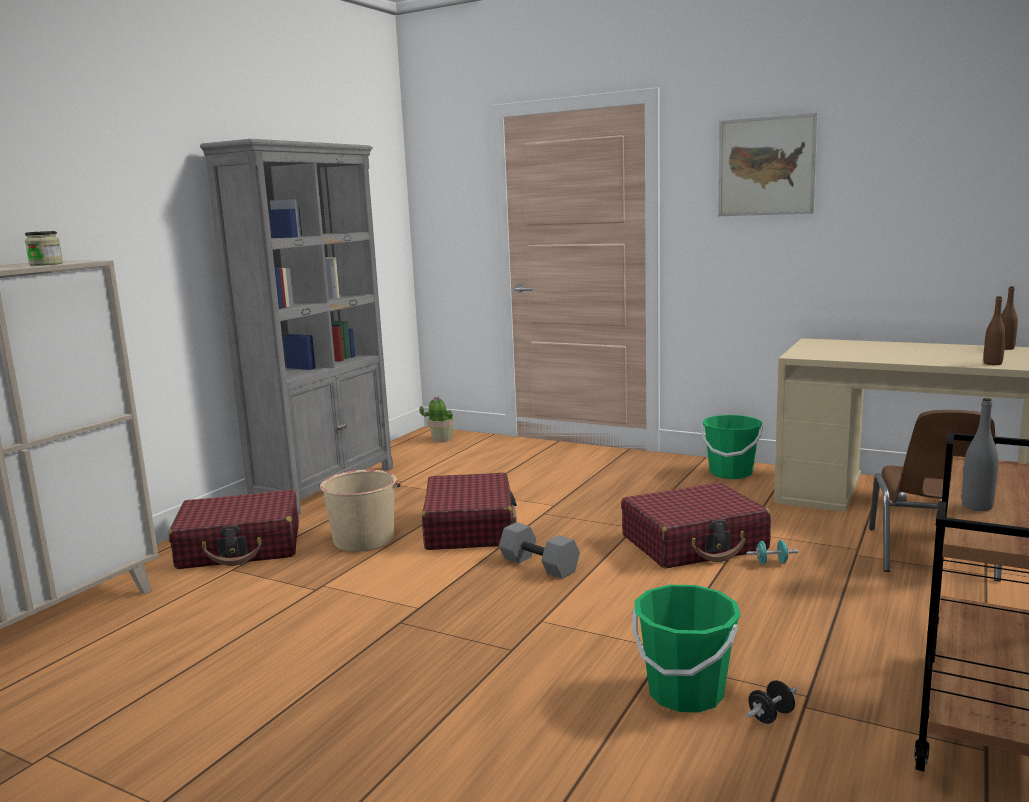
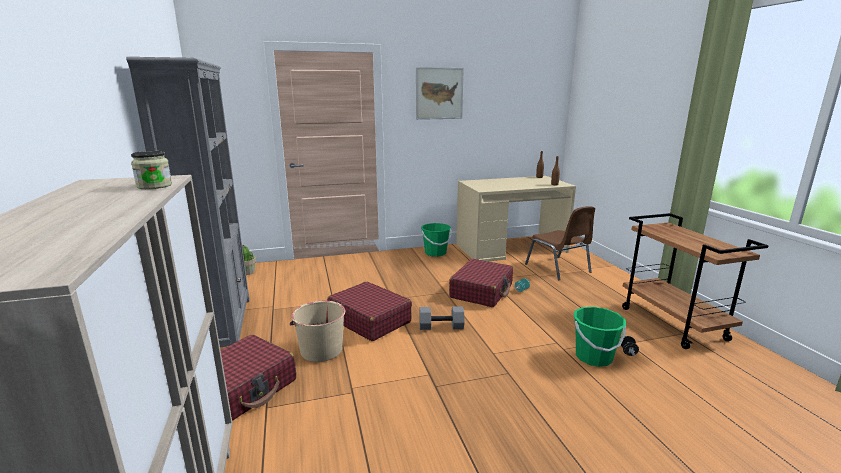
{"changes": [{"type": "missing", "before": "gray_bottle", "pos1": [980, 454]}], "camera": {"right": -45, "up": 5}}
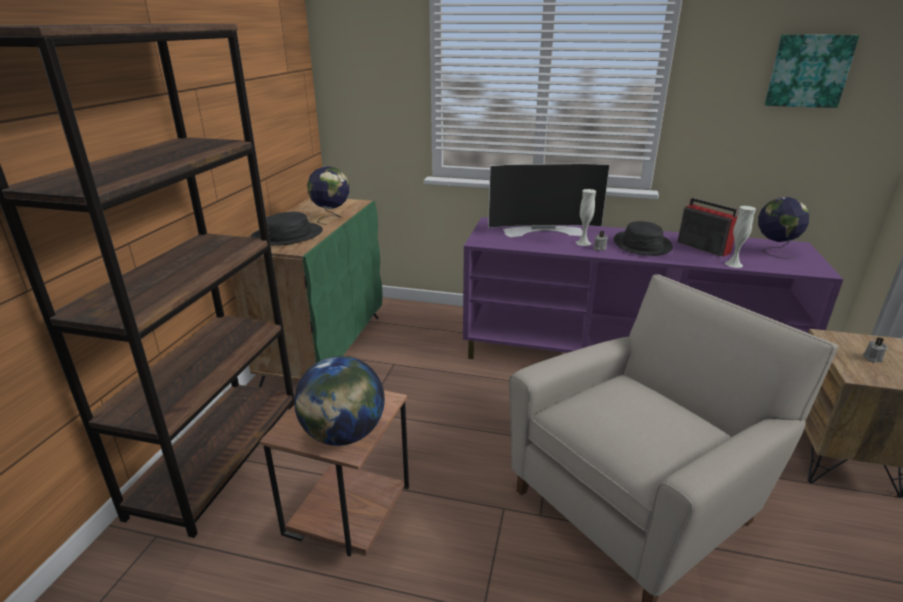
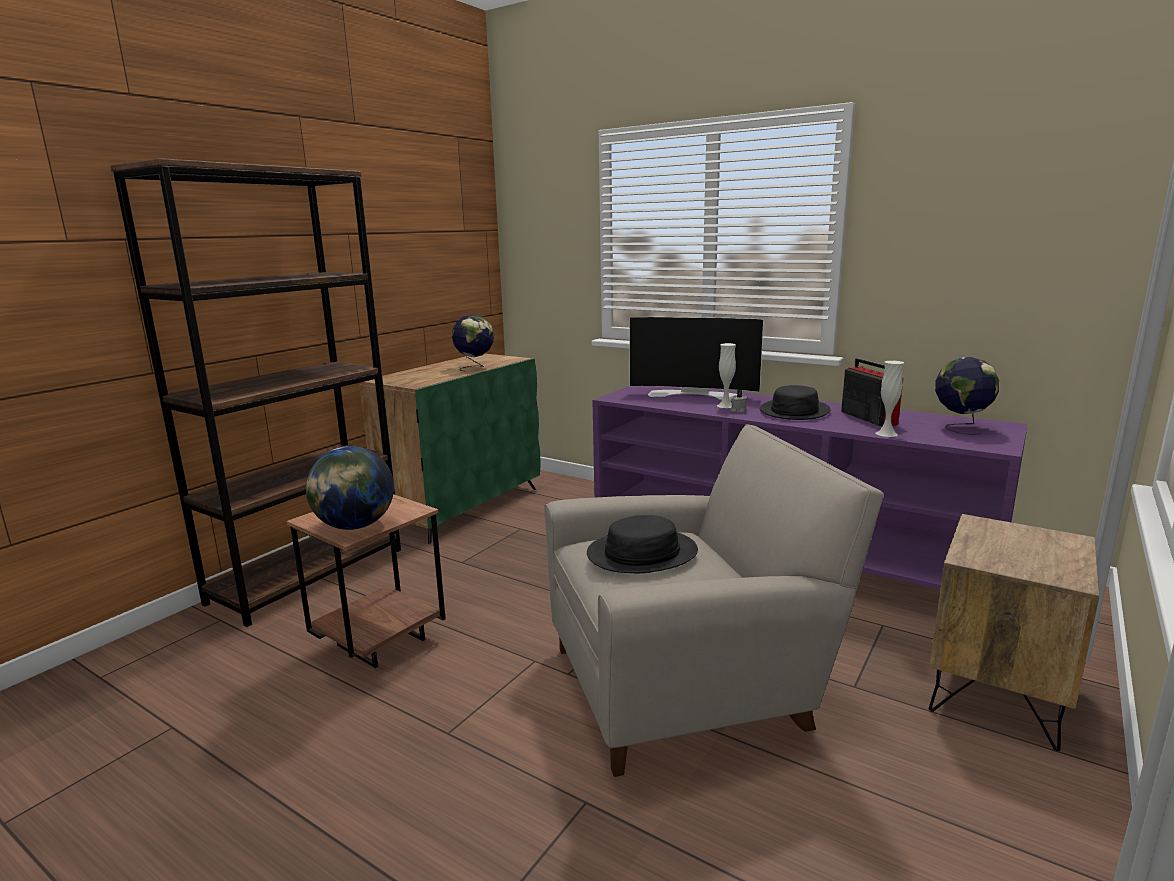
{"changes": [{"type": "relocated", "before": "black_wearable_hat", "pos1": [286, 229], "pos2": [642, 544]}, {"type": "missing", "before": "wall_art", "pos1": [812, 71]}, {"type": "missing", "before": "gray_wax_candle", "pos1": [875, 350]}], "camera": {"right": 20, "up": -10}}
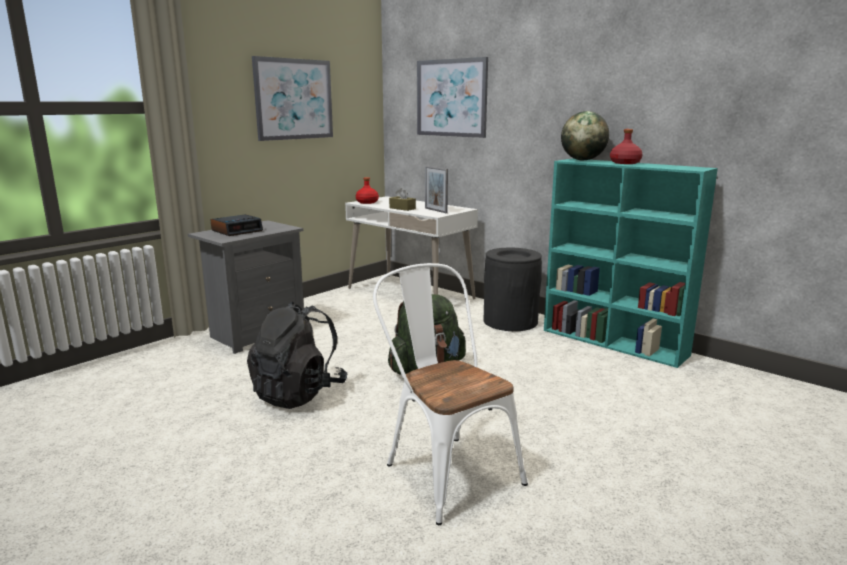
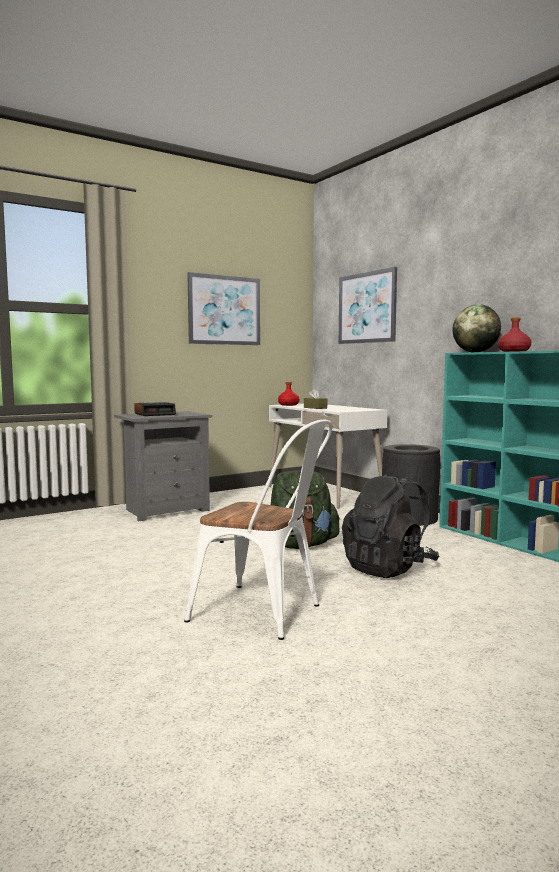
{"changes": [{"type": "spun", "before": "white-coloured_upright_chair", "pos1": [450, 394], "pos2": [258, 530], "turn": 135}, {"type": "relocated", "before": "black_rucksack", "pos1": [297, 355], "pos2": [390, 526]}, {"type": "missing", "before": "picture_frame", "pos1": [436, 189]}], "camera": {"right": 15, "up": -10}}
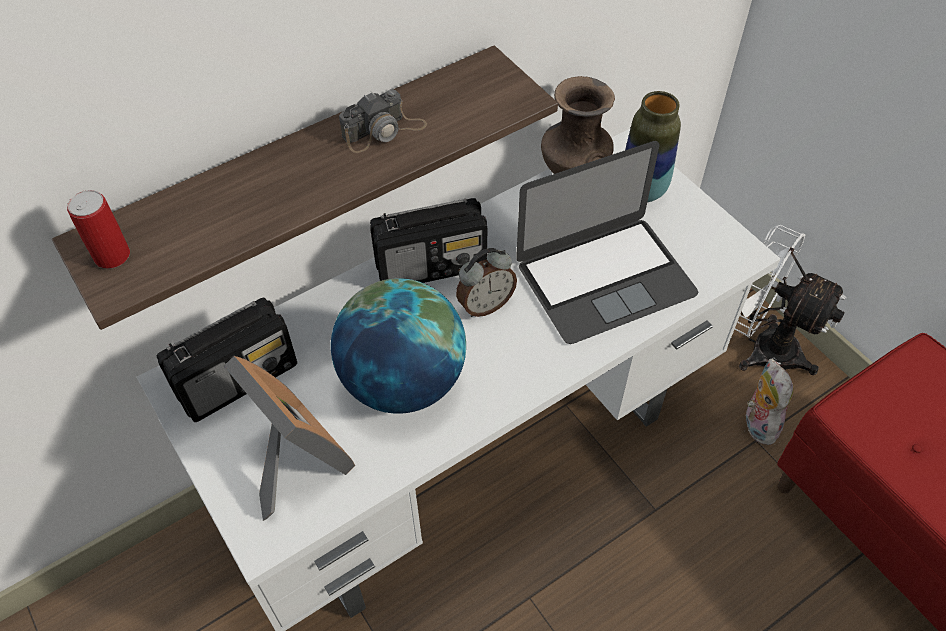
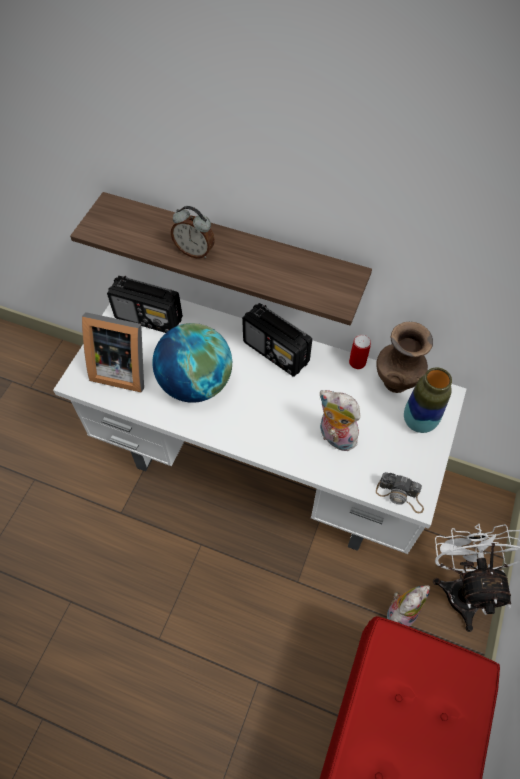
{"changes": [{"type": "spun", "before": "picture_frame", "pos1": [289, 438], "pos2": [113, 352], "turn": 90}, {"type": "relocated", "before": "alarm_clock", "pos1": [486, 282], "pos2": [193, 232]}, {"type": "exchanged", "before": "laptop", "after": "cuddly_toy", "pos1": [607, 242], "pos2": [340, 420]}, {"type": "relocated", "before": "can", "pos1": [98, 229], "pos2": [360, 352]}, {"type": "relocated", "before": "photo_camera", "pos1": [383, 121], "pos2": [400, 492]}], "camera": {"right": 55, "up": 5}}
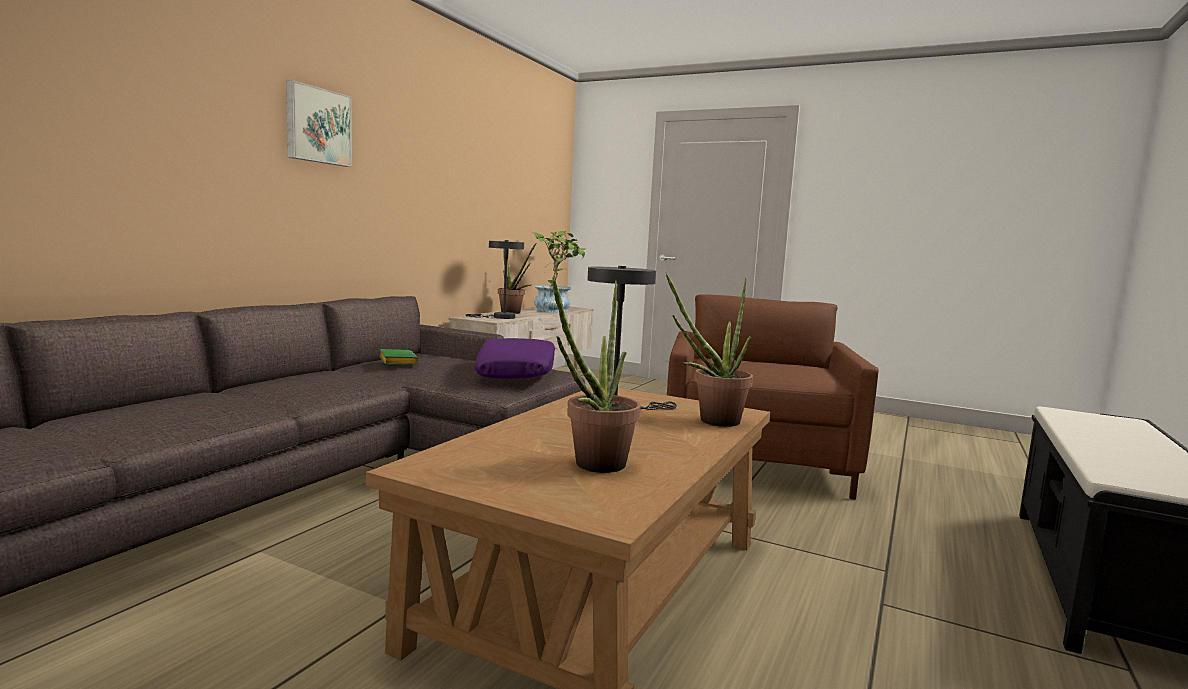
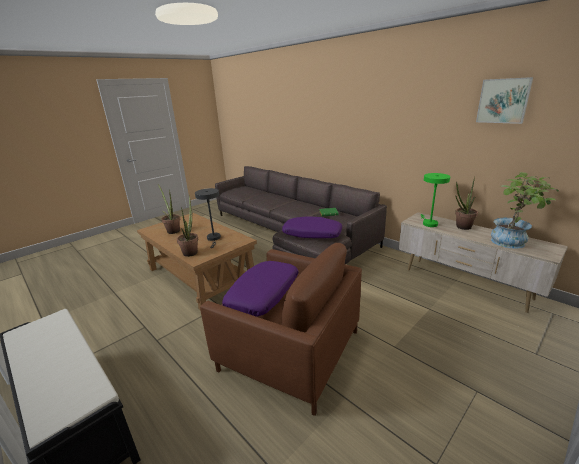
{"changes": [{"type": "appeared", "after": "purple-coloured_throw_pillow", "pos2": [260, 289]}, {"type": "colour", "before": "gray_lamp_for_a_table", "after": "greenish_lamp_for_a_table", "pos1": [495, 279], "pos2": [435, 200]}, {"type": "relocated", "before": "wall_art", "pos1": [319, 123], "pos2": [504, 100]}], "camera": {"right": 110, "up": 15}}
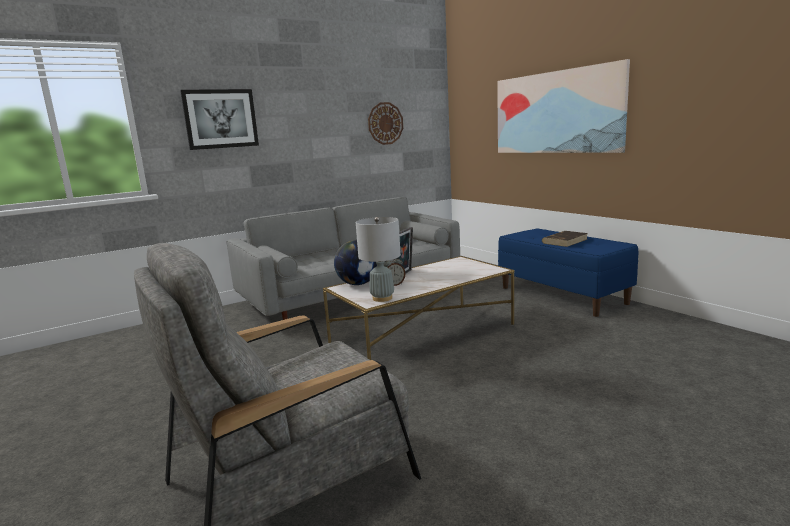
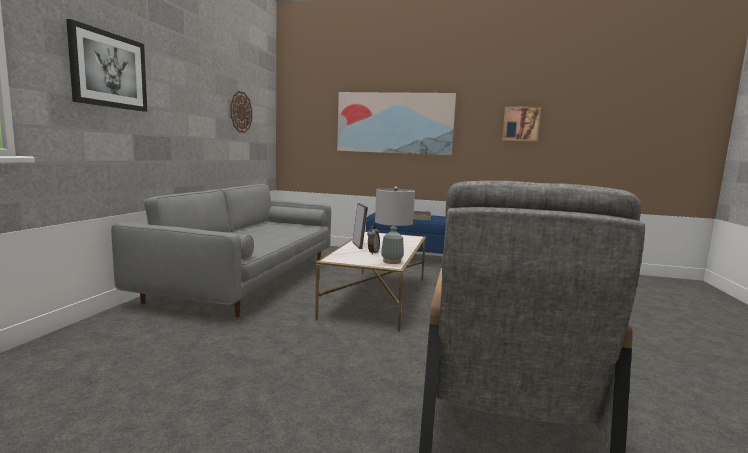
{"changes": [{"type": "appeared", "after": "wall_art", "pos2": [521, 124]}, {"type": "missing", "before": "globe", "pos1": [355, 262]}], "camera": {"right": -45, "up": -5}}
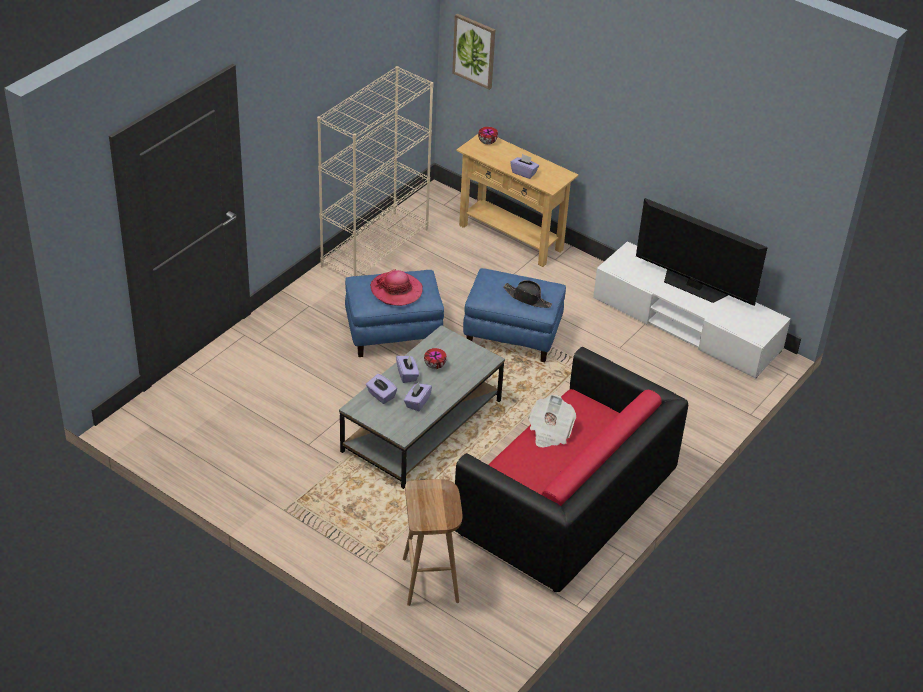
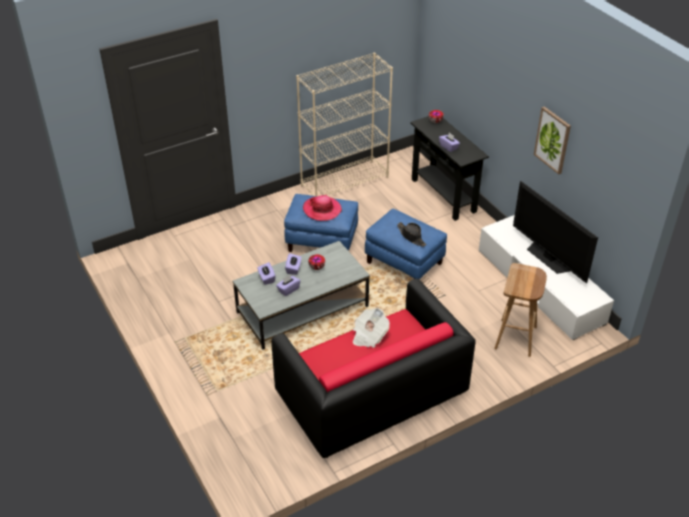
{"changes": [{"type": "colour", "before": "beige-coloured_hall_table", "after": "black_hall_table", "pos1": [517, 200], "pos2": [449, 168]}, {"type": "relocated", "before": "brown_sitting_stool", "pos1": [432, 542], "pos2": [520, 310]}, {"type": "relocated", "before": "wall_art", "pos1": [473, 51], "pos2": [552, 140]}], "camera": {"right": 25, "up": 0}}
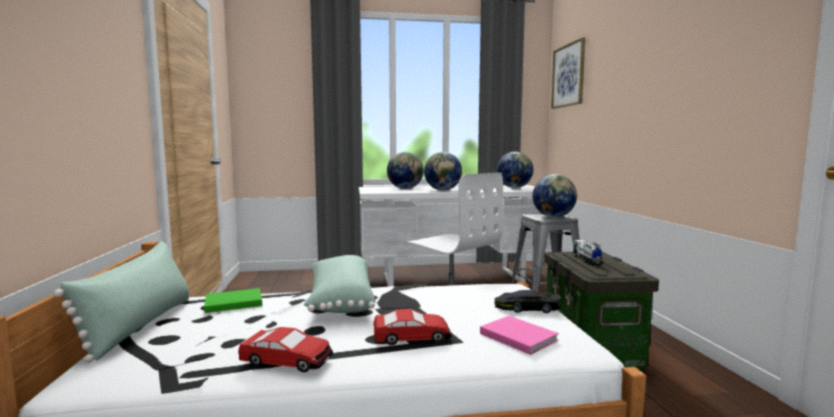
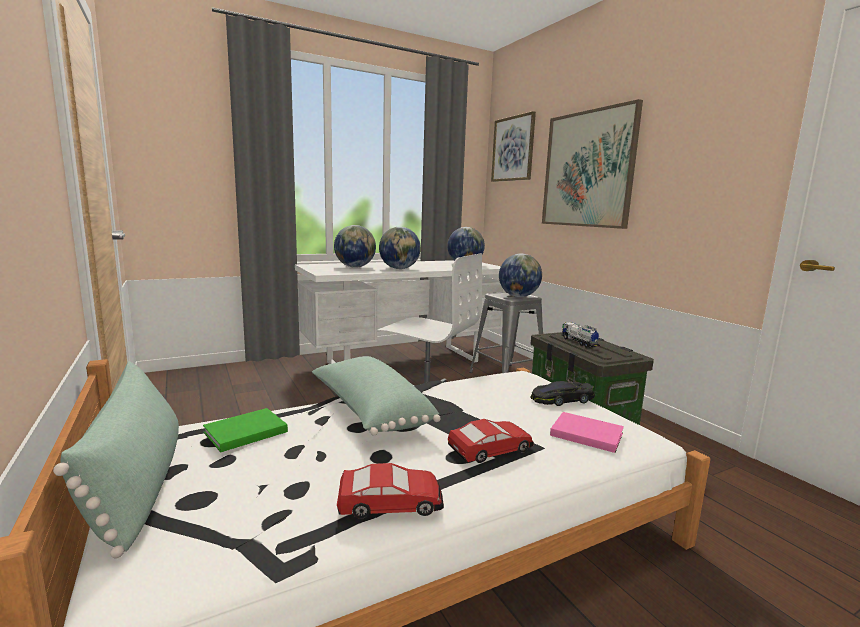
{"changes": [{"type": "appeared", "after": "wall_art", "pos2": [592, 164]}], "camera": {"right": -20, "up": 5}}
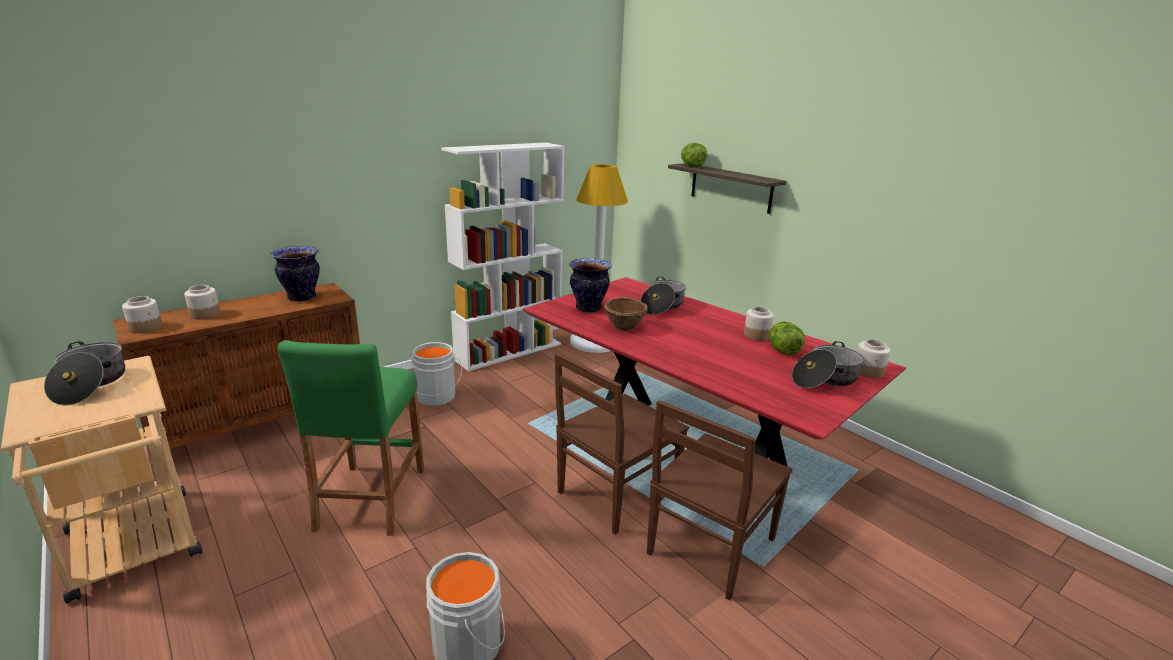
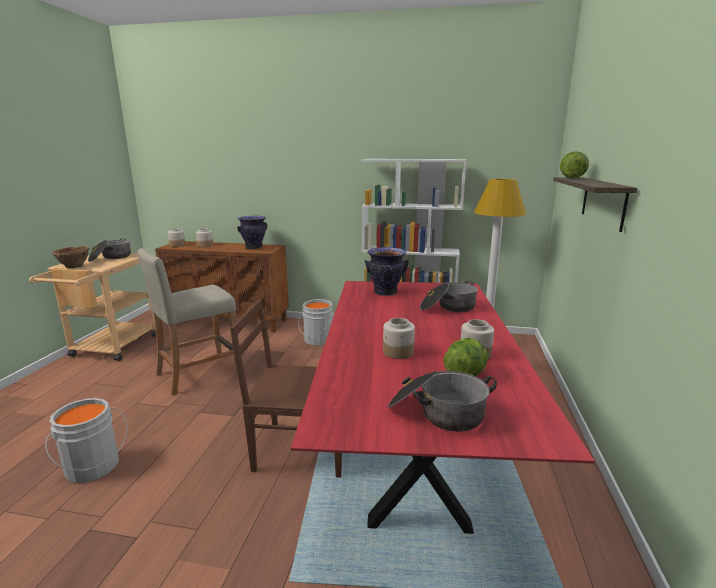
{"changes": [{"type": "relocated", "before": "brown_deep_dish", "pos1": [626, 314], "pos2": [70, 257]}, {"type": "colour", "before": "greenish_sitting_stool", "after": "beige-coloured_sitting_stool", "pos1": [351, 438], "pos2": [187, 321]}, {"type": "relocated", "before": "preserve_jar", "pos1": [874, 358], "pos2": [399, 338]}, {"type": "missing", "before": "brown_upright_chair", "pos1": [719, 500]}], "camera": {"right": 50, "up": -5}}
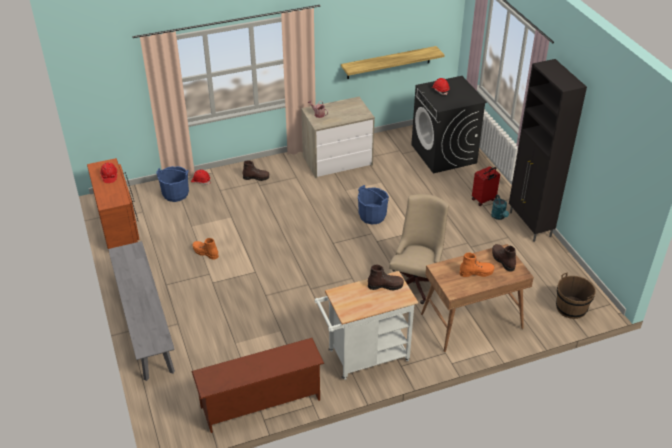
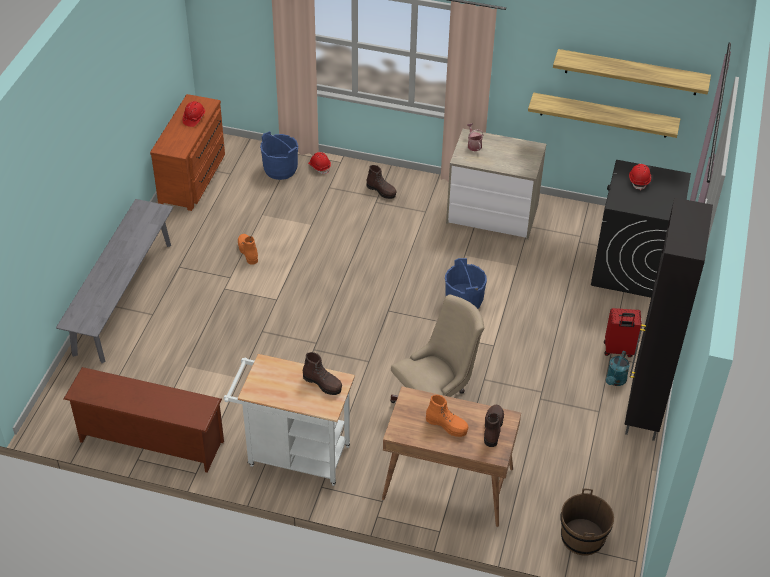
{"changes": [{"type": "appeared", "after": "wall_shelf", "pos2": [632, 72]}], "camera": {"right": 35, "up": 5}}
